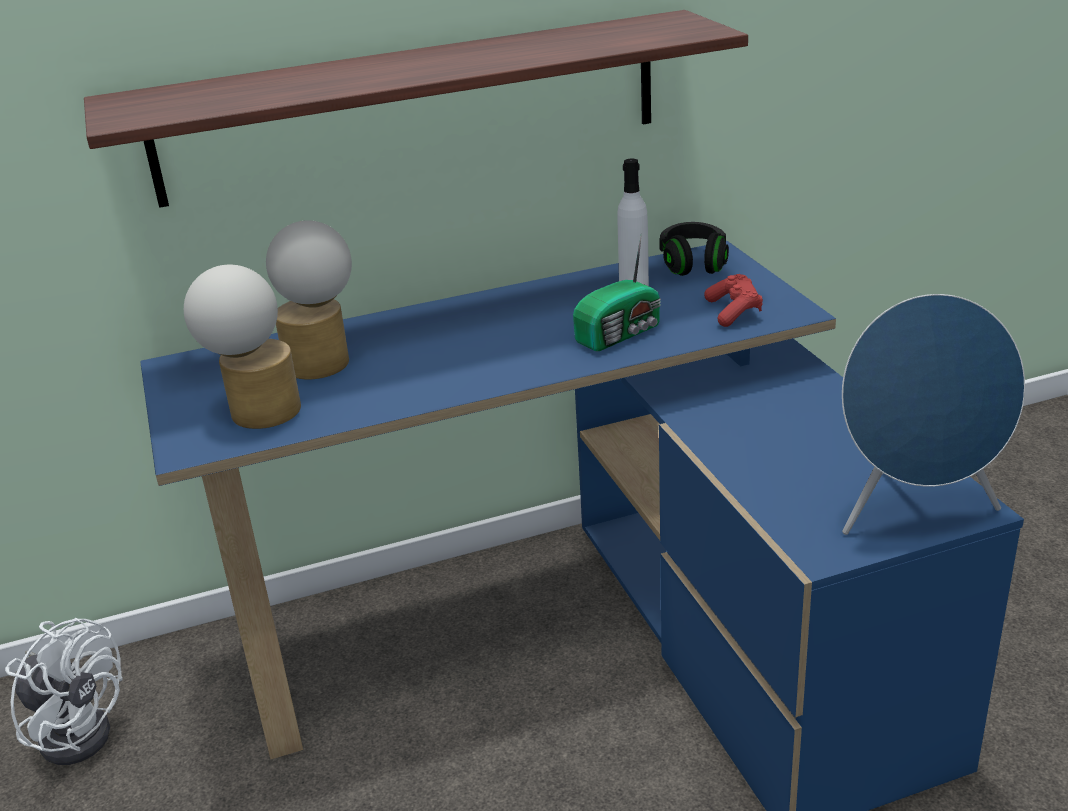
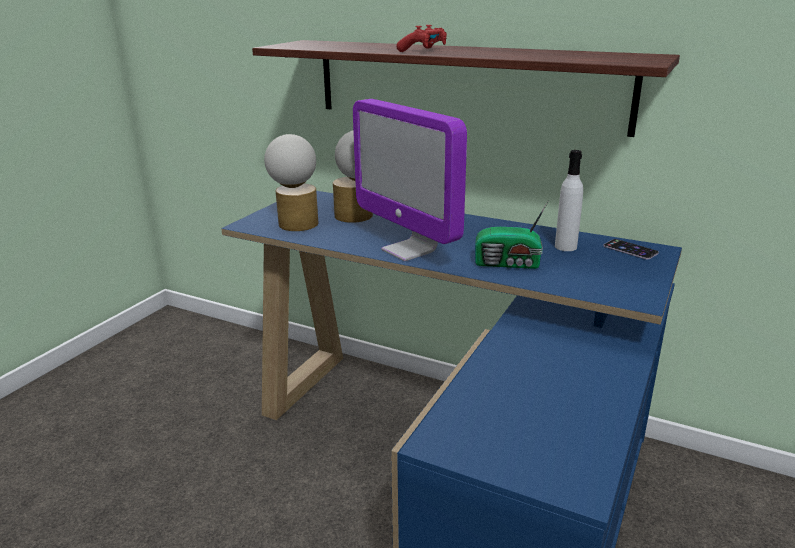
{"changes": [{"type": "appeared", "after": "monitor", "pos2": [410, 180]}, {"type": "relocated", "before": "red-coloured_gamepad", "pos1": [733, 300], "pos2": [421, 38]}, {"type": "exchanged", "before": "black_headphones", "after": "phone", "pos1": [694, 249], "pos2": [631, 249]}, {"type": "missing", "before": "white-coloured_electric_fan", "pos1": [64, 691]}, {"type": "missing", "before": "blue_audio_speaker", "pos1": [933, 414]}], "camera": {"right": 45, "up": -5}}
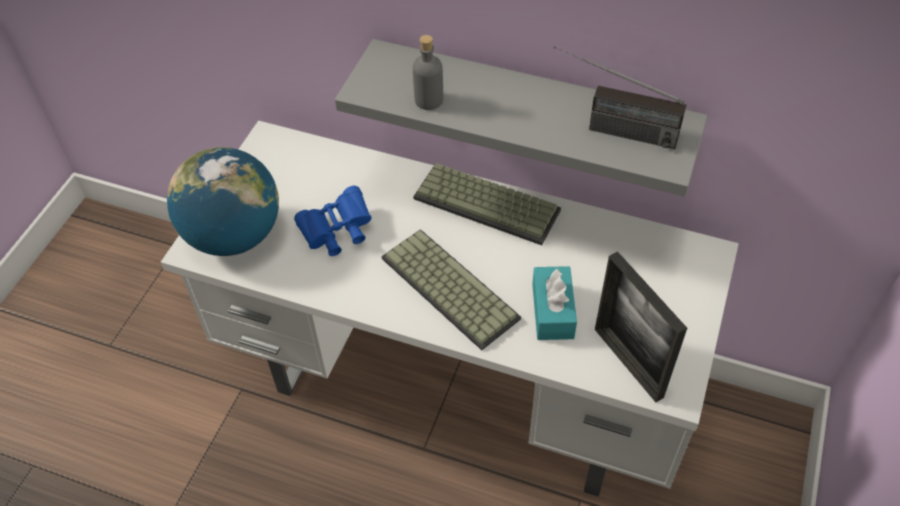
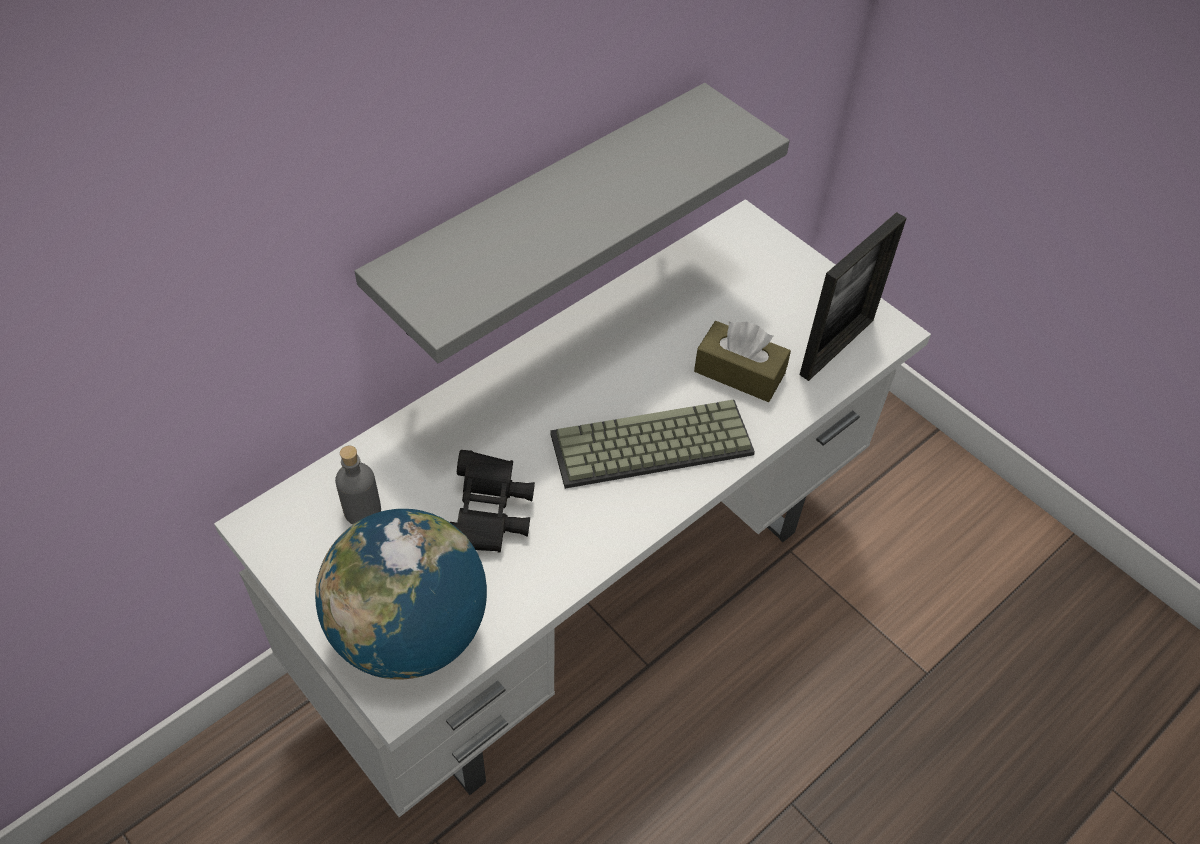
{"changes": [{"type": "relocated", "before": "gray_bottle", "pos1": [428, 72], "pos2": [358, 485]}, {"type": "colour", "before": "blue_field_glasses", "after": "black_field_glasses", "pos1": [333, 221], "pos2": [492, 501]}, {"type": "colour", "before": "turquoise-coloured_box_of_tissues", "after": "brown_box_of_tissues", "pos1": [554, 303], "pos2": [742, 361]}, {"type": "spun", "before": "picture_frame", "pos1": [641, 326], "pos2": [853, 296], "turn": -45}, {"type": "missing", "before": "PC_keyboard", "pos1": [487, 204]}, {"type": "missing", "before": "radio_set", "pos1": [620, 97]}], "camera": {"right": -65, "up": 0}}
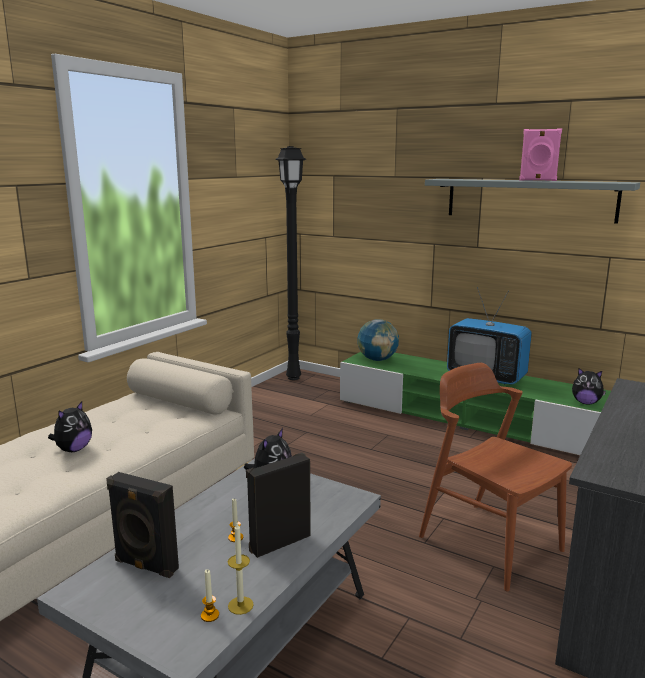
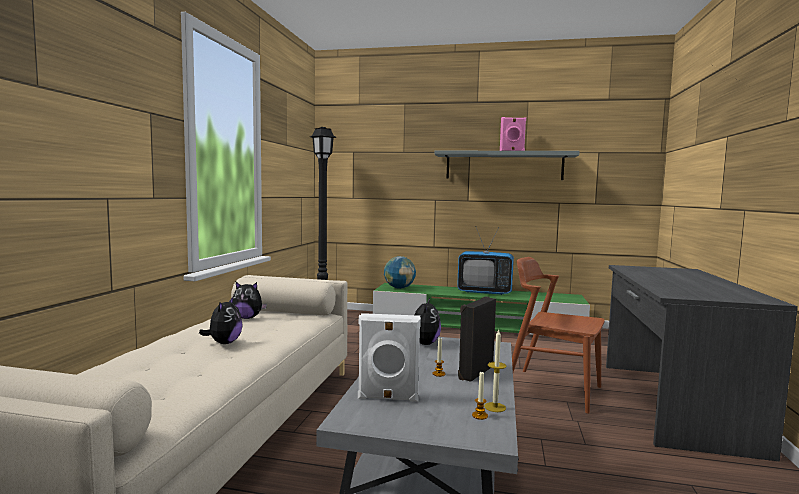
{"changes": [{"type": "relocated", "before": "cuddly_toy", "pos1": [589, 386], "pos2": [250, 300]}, {"type": "colour", "before": "black_audio_speaker", "after": "white-coloured_audio_speaker", "pos1": [142, 525], "pos2": [389, 357]}], "camera": {"right": -20, "up": -10}}
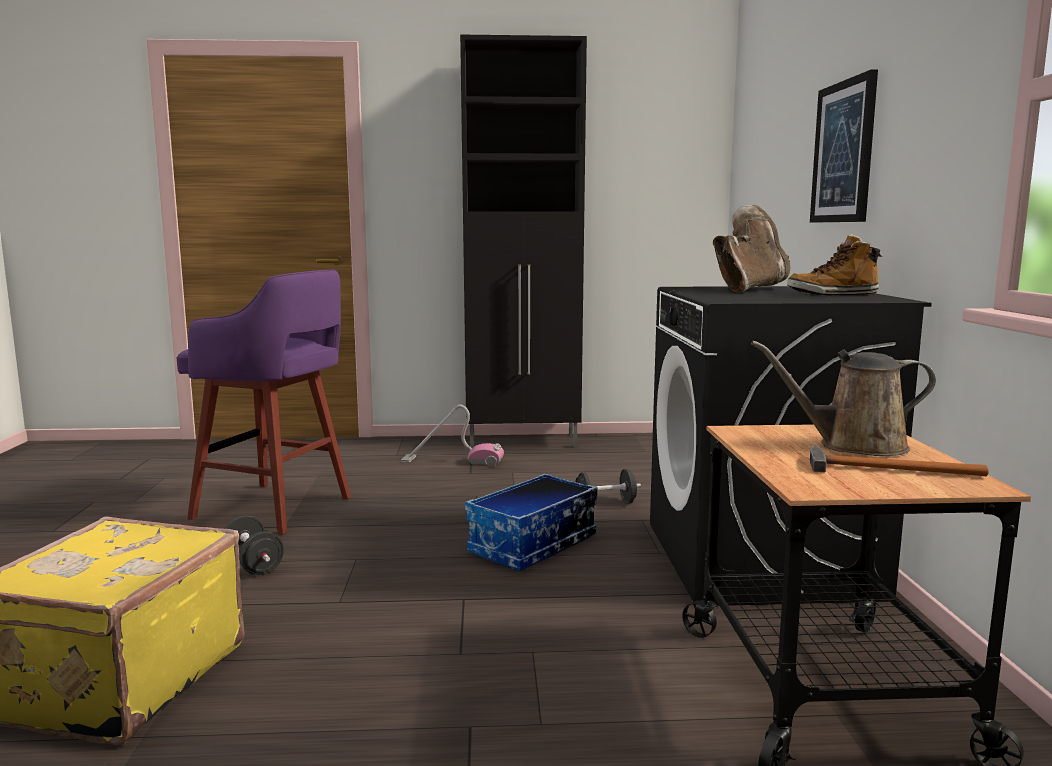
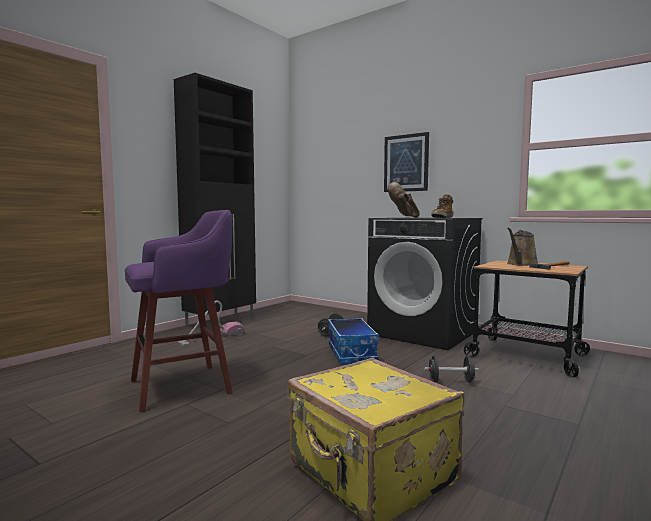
{"changes": [{"type": "relocated", "before": "black_free_weight", "pos1": [254, 545], "pos2": [451, 369]}], "camera": {"right": -50, "up": -5}}
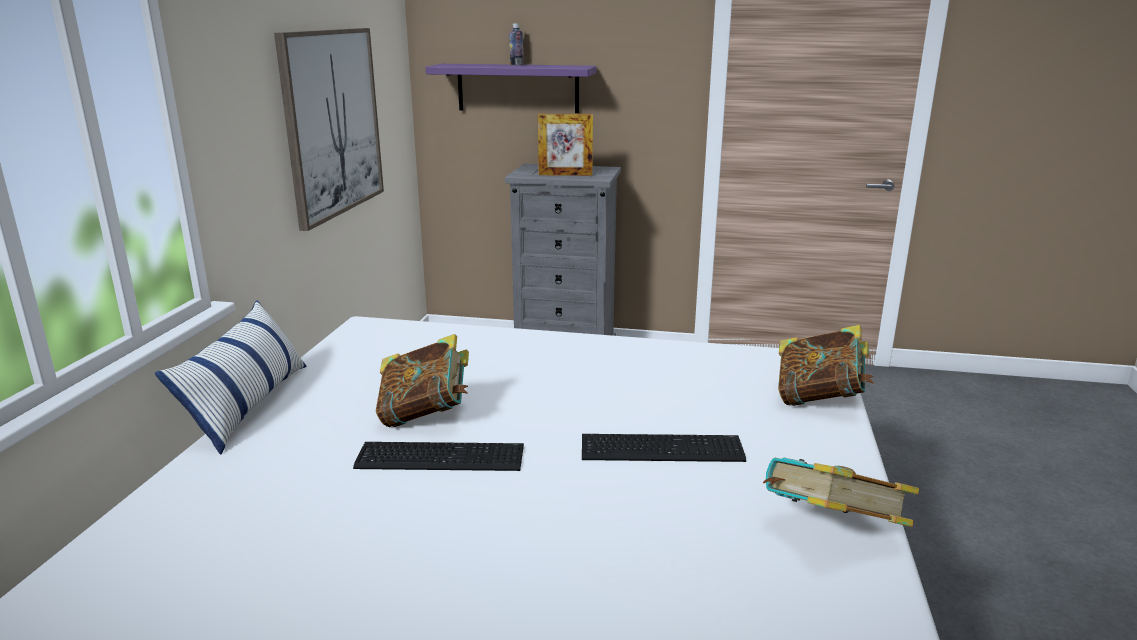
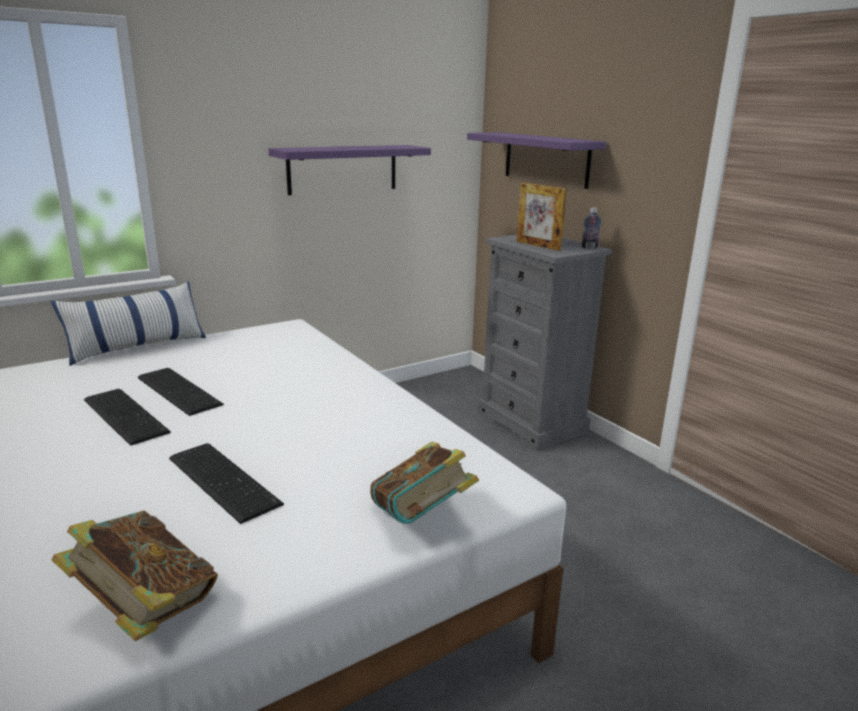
{"changes": [{"type": "exchanged", "before": "book", "after": "PC_keyboard", "pos1": [422, 380], "pos2": [180, 392]}, {"type": "exchanged", "before": "wall_art", "after": "purple-coloured_wall_shelf", "pos1": [329, 129], "pos2": [350, 170]}, {"type": "relocated", "before": "bottle", "pos1": [516, 44], "pos2": [591, 228]}], "camera": {"right": 45, "up": 0}}
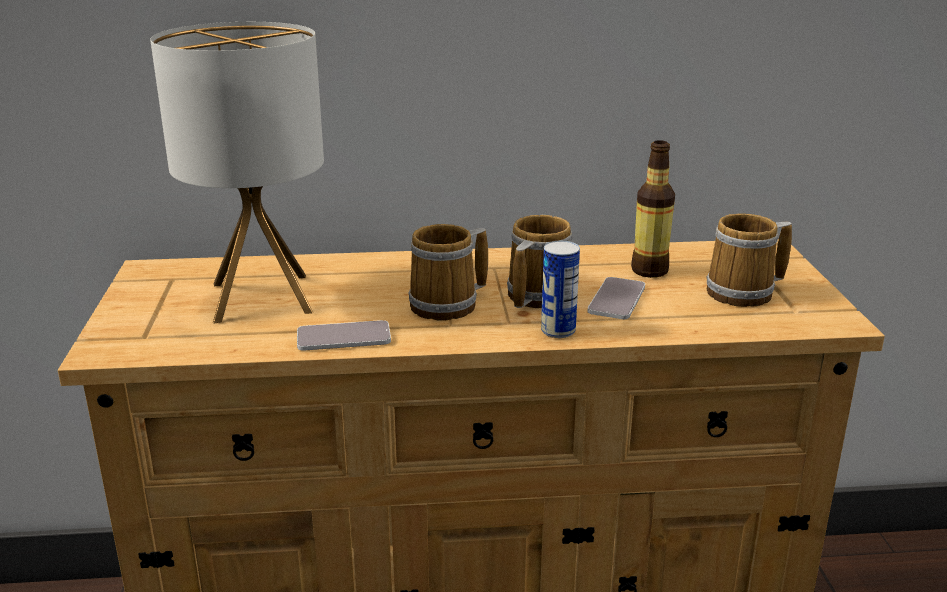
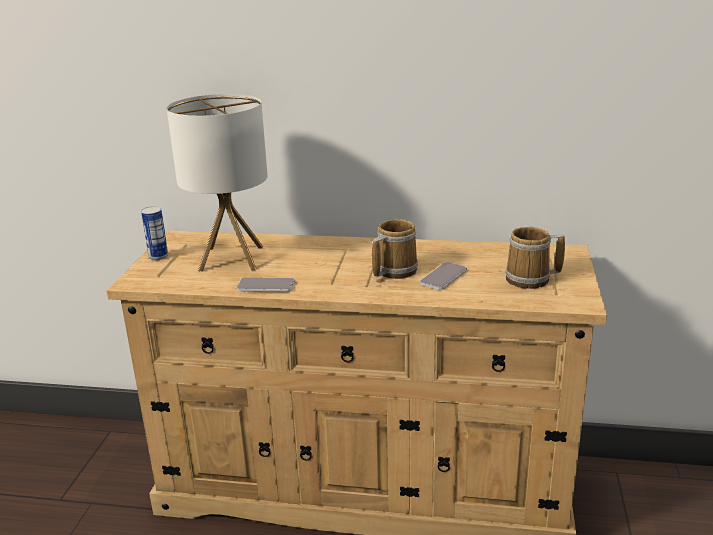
{"changes": [{"type": "relocated", "before": "can", "pos1": [560, 289], "pos2": [154, 233]}, {"type": "missing", "before": "mug", "pos1": [448, 272]}, {"type": "missing", "before": "bottle", "pos1": [653, 209]}], "camera": {"right": 15, "up": 0}}
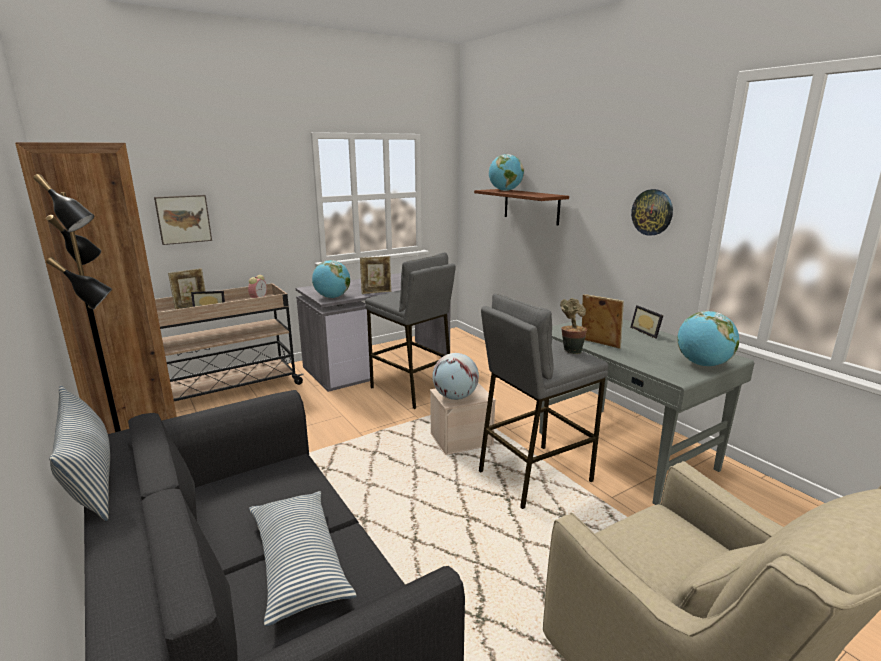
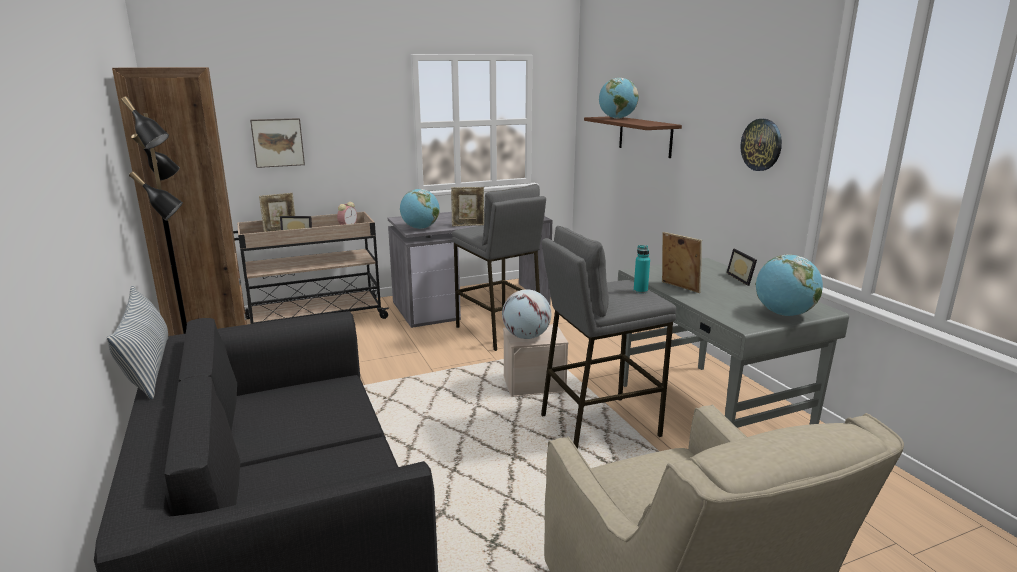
{"changes": [{"type": "exchanged", "before": "houseplant", "after": "turquoise-coloured_bottle", "pos1": [573, 326], "pos2": [642, 269]}, {"type": "missing", "before": "throw_pillow", "pos1": [303, 558]}], "camera": {"right": 10, "up": 0}}
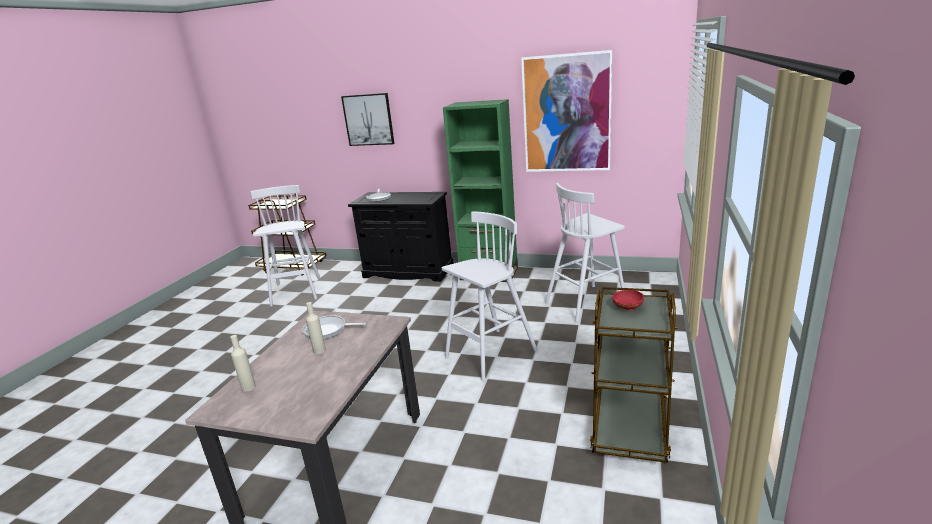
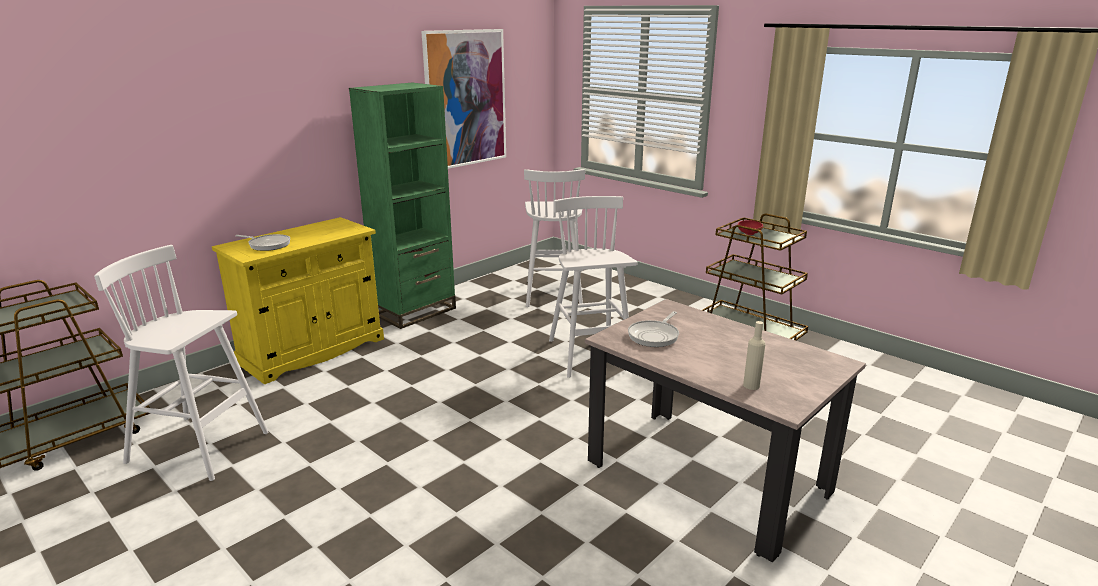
{"changes": [{"type": "colour", "before": "black_cabinet", "after": "yellow-coloured_cabinet", "pos1": [401, 237], "pos2": [298, 300]}, {"type": "missing", "before": "beige-coloured_bottle", "pos1": [316, 328]}, {"type": "missing", "before": "wall_art", "pos1": [367, 119]}], "camera": {"right": -65, "up": 0}}
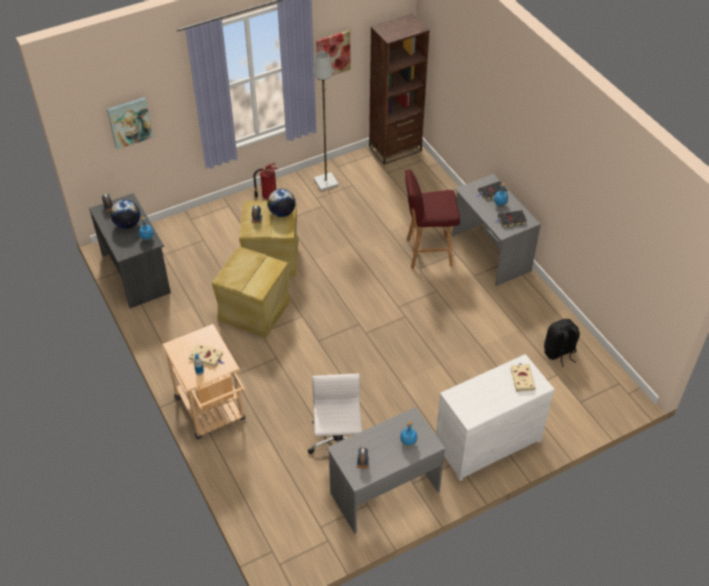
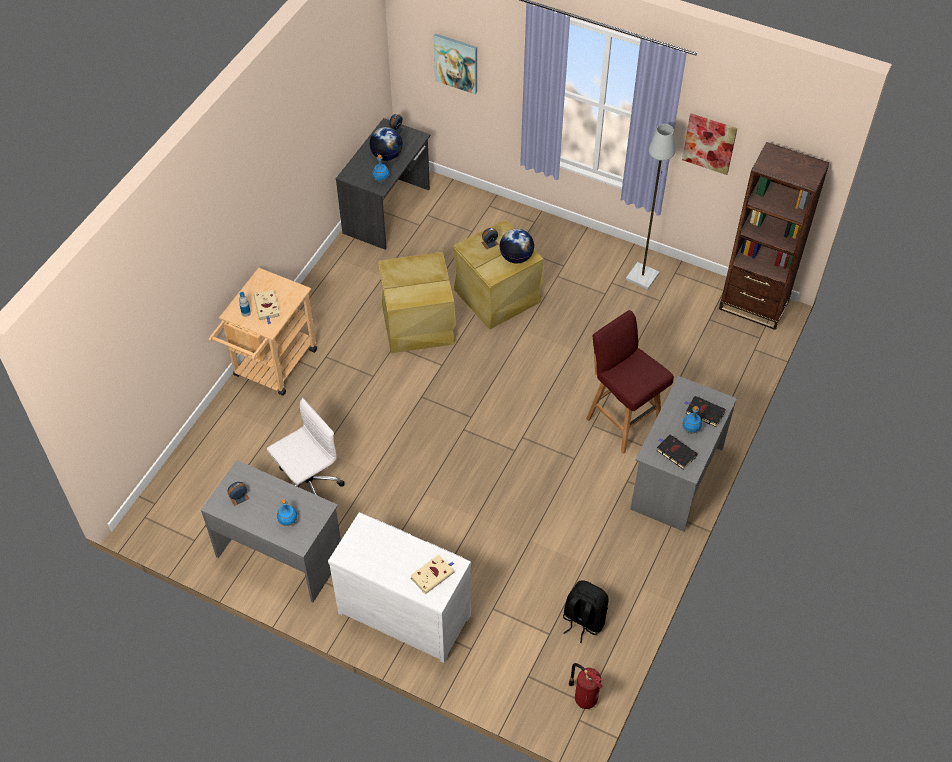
{"changes": [{"type": "relocated", "before": "fire-fighting_cylinder", "pos1": [265, 181], "pos2": [586, 686]}], "camera": {"right": 55, "up": 5}}
